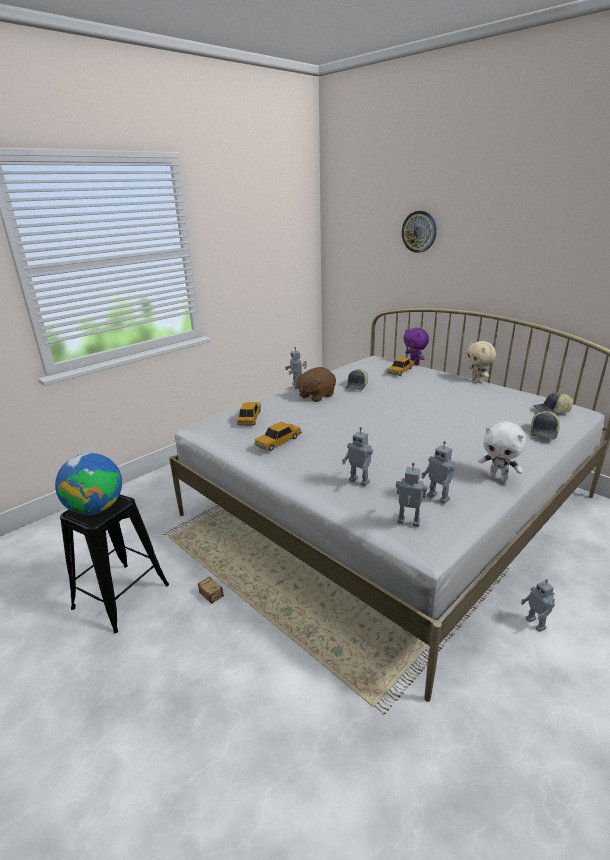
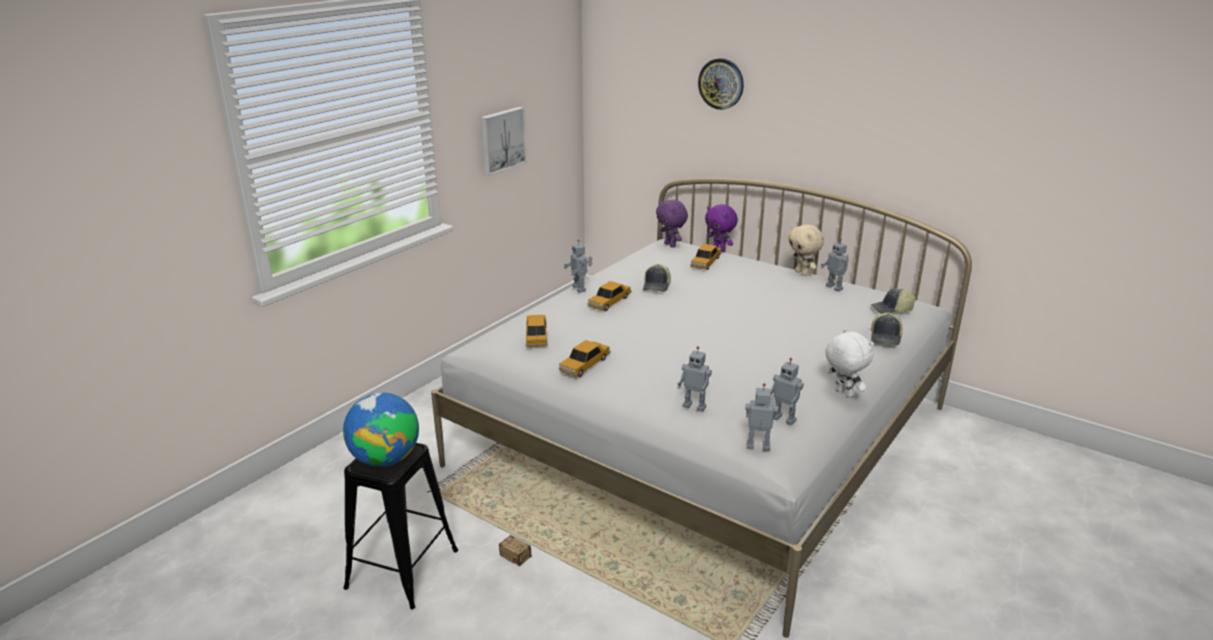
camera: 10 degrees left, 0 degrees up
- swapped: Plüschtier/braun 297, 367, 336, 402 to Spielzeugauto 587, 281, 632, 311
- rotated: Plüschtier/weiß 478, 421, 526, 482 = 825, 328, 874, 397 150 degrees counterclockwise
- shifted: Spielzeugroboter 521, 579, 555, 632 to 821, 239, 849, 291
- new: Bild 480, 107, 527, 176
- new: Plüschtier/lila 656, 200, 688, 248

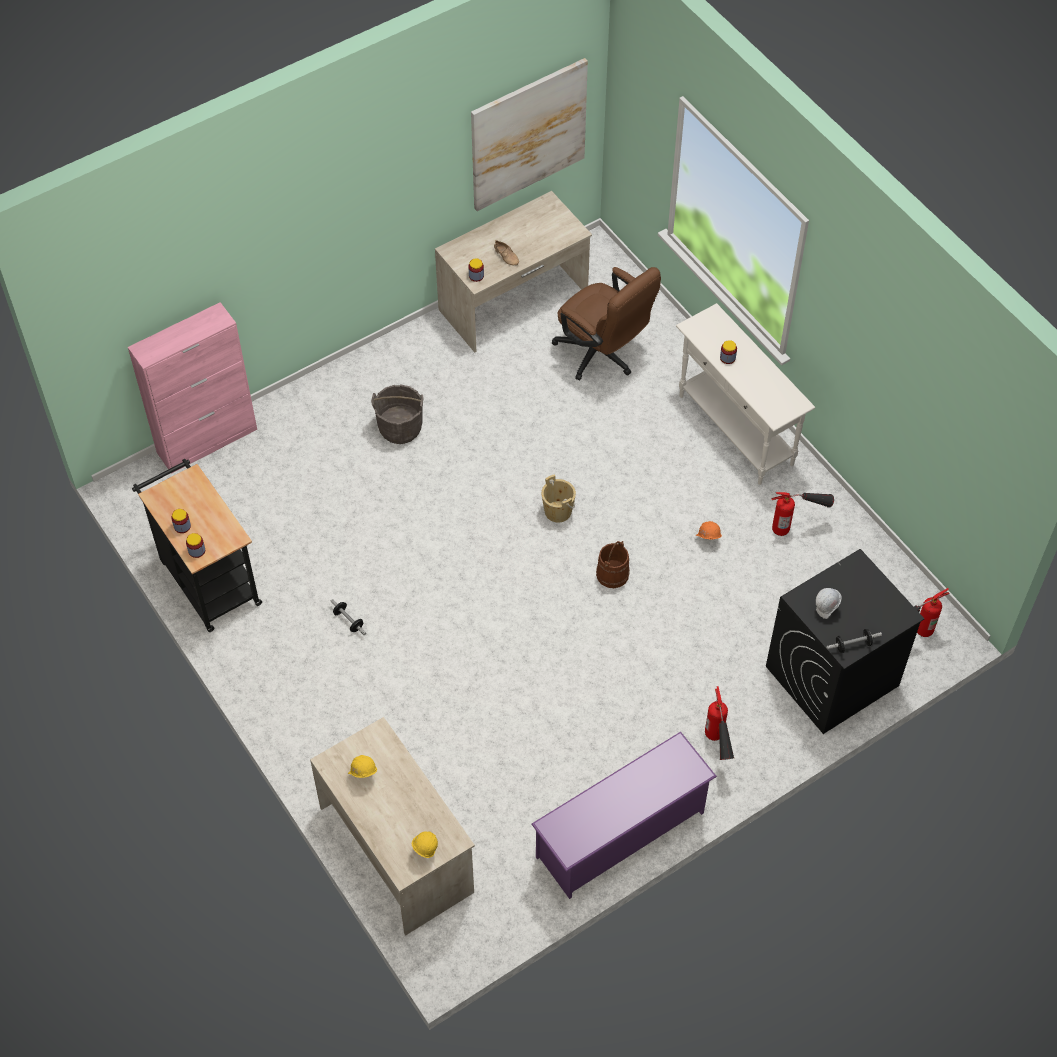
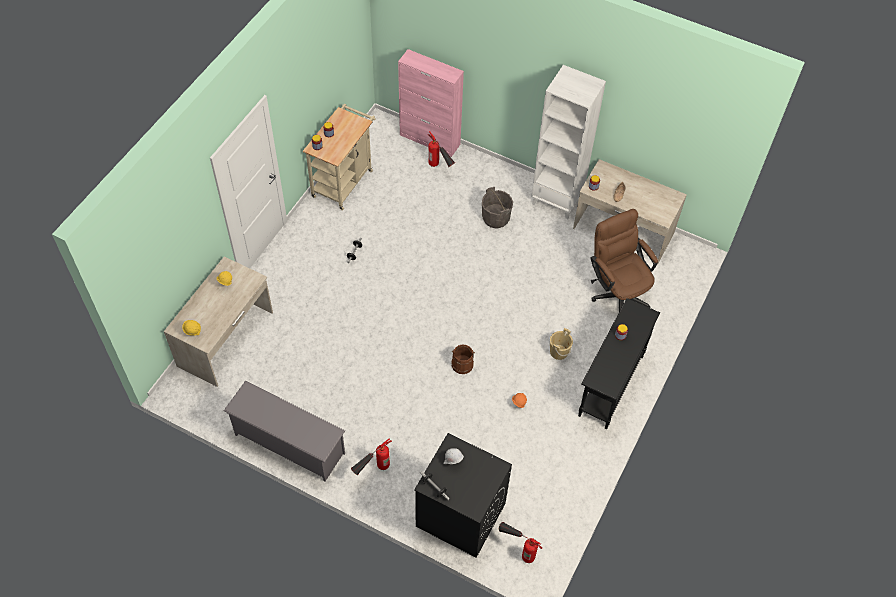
camera: 60 degrees right, 0 degrees up
- repainted: Rollwagen/schwarz 132, 459, 262, 632 to Rollwagen/beige 303, 104, 376, 210
- gone: Bild 471, 58, 588, 211
- repainted: Schuhregal/lila 532, 732, 717, 899 to Schuhregal/grau 224, 381, 345, 481
- shifted: Eimer/beige 541, 474, 576, 523 to 550, 328, 573, 360
- rotated: Bürostuhl/braun 552, 267, 661, 381 = 591, 209, 658, 312 135 degrees clockwise
- repainted: Konsolentisch/weiß 676, 303, 815, 485 to Konsolentisch/schwarz 578, 298, 660, 429
- shifted: Feuerlöscher 772, 492, 834, 536 to 428, 131, 455, 167
- new: Bücherregal/weiß 531, 65, 606, 219

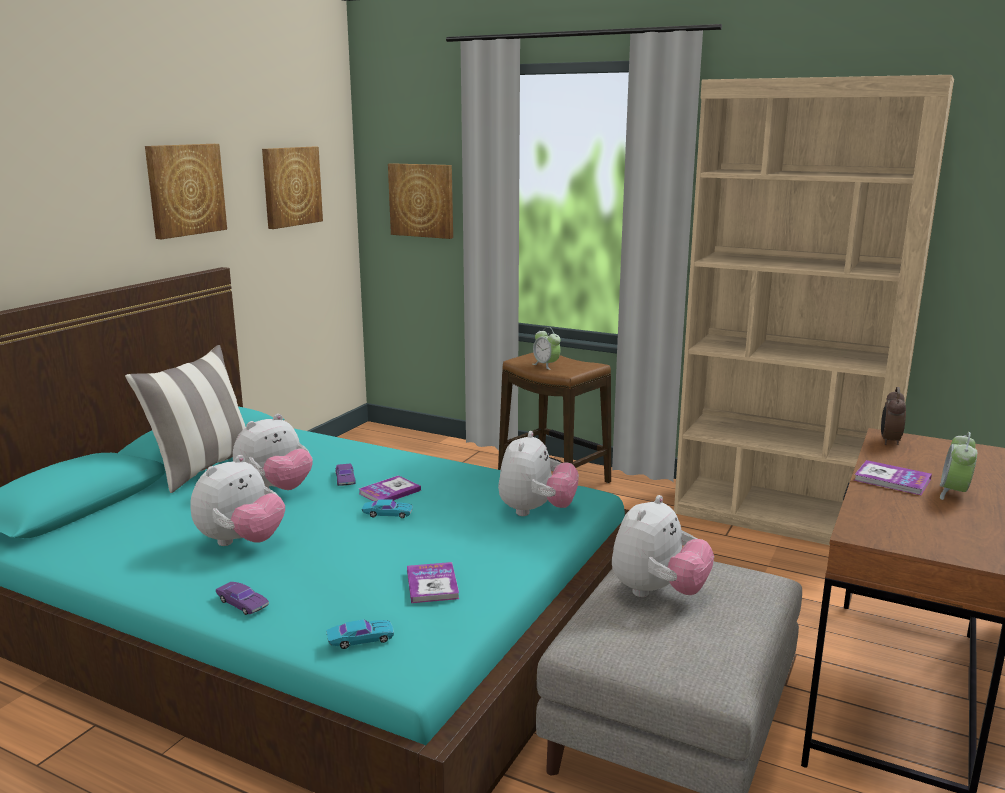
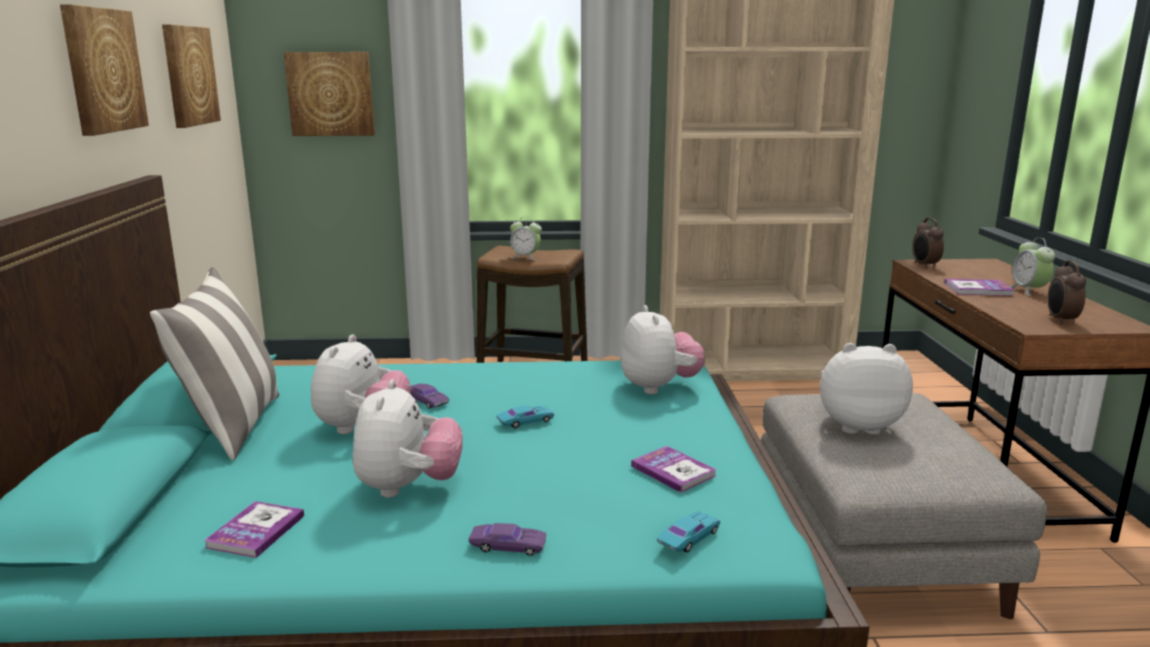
camera: 30 degrees left, 0 degrees up
- shifted: Buch 359, 475, 421, 501 to 204, 501, 304, 558
- rotated: Plüschtier 612, 495, 714, 597 = 820, 343, 913, 435 90 degrees counterclockwise
- new: Wecker 1047, 260, 1086, 324

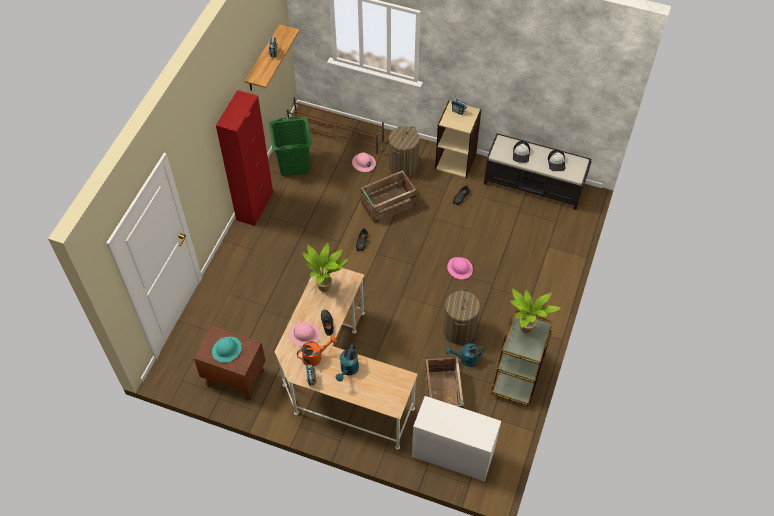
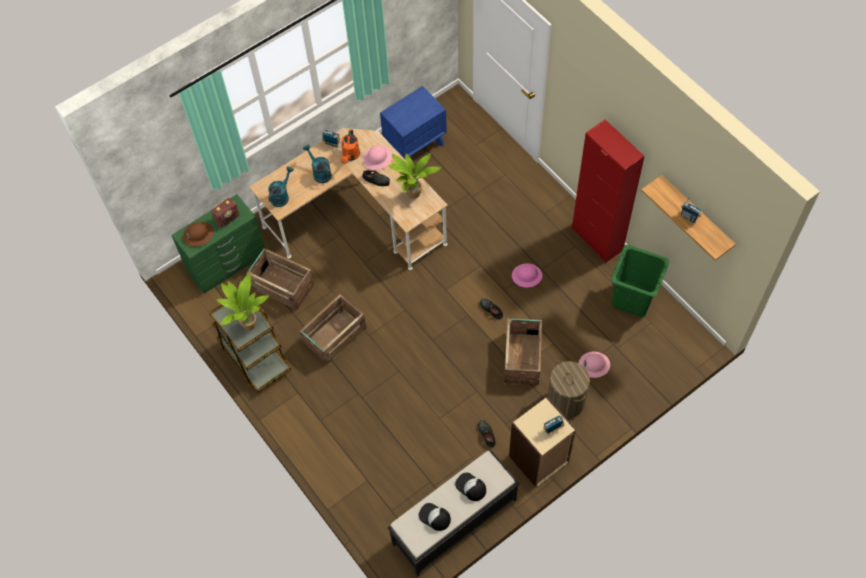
camera: 125 degrees right, 5 degrees up
- repainted: Nachttisch/braun 194, 326, 266, 400 to Nachttisch/blau 380, 86, 447, 159
- gone: Schutzhelm/türkis 212, 337, 242, 362
- gone: Schuhregal/braun 287, 97, 384, 154
- repainted: Kommode/weiß 412, 396, 501, 482 to Kommode/grün 171, 194, 265, 294
- swapped: Wäschekorb 443, 289, 480, 345 to Kiste 300, 294, 366, 365
- shifted: Gießkanne/türkis 445, 343, 484, 367 to 268, 167, 294, 207
- shifted: Schutzhelm/rosa 447, 257, 473, 279 to 512, 263, 542, 287
- new: Schutzhelm/braun 183, 222, 214, 247
- new: Radio 212, 198, 239, 228

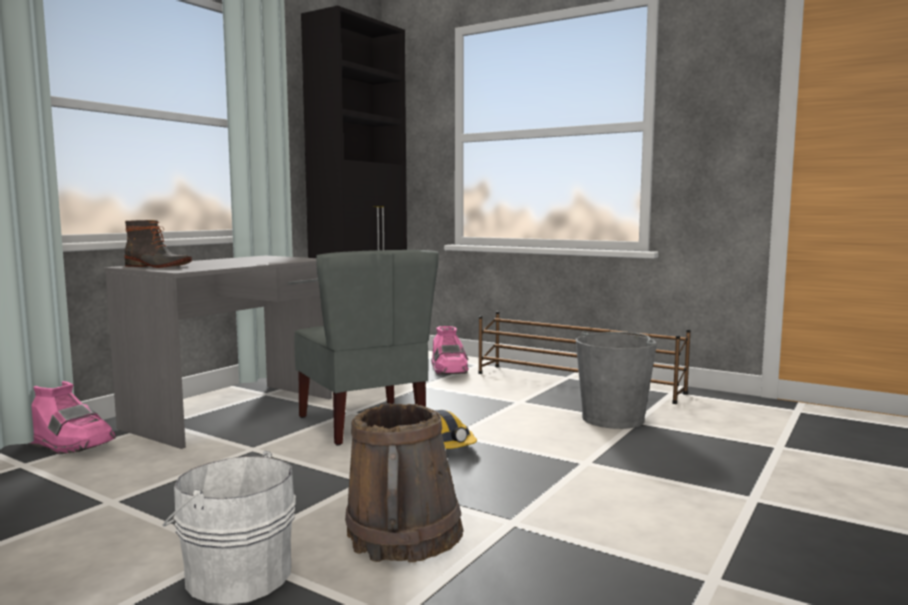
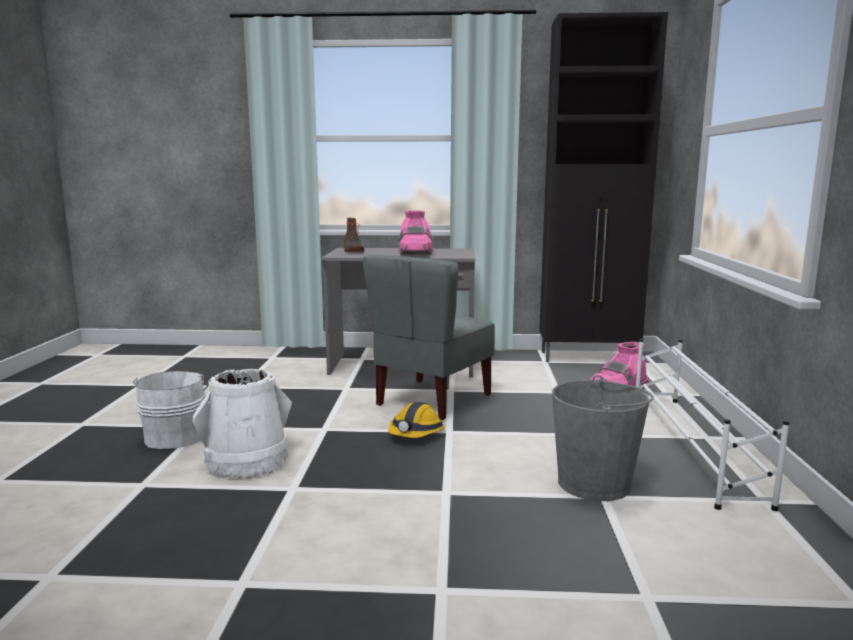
camera: 60 degrees right, 5 degrees up
- shifted: Stiefel/rosa 27, 381, 116, 454 to 399, 211, 433, 255
- repainted: Eimer/braun 345, 403, 464, 562 to Eimer/weiß 193, 369, 292, 478
- repainted: Schuhregal/braun 478, 311, 691, 404 to Schuhregal/weiß 636, 339, 790, 511

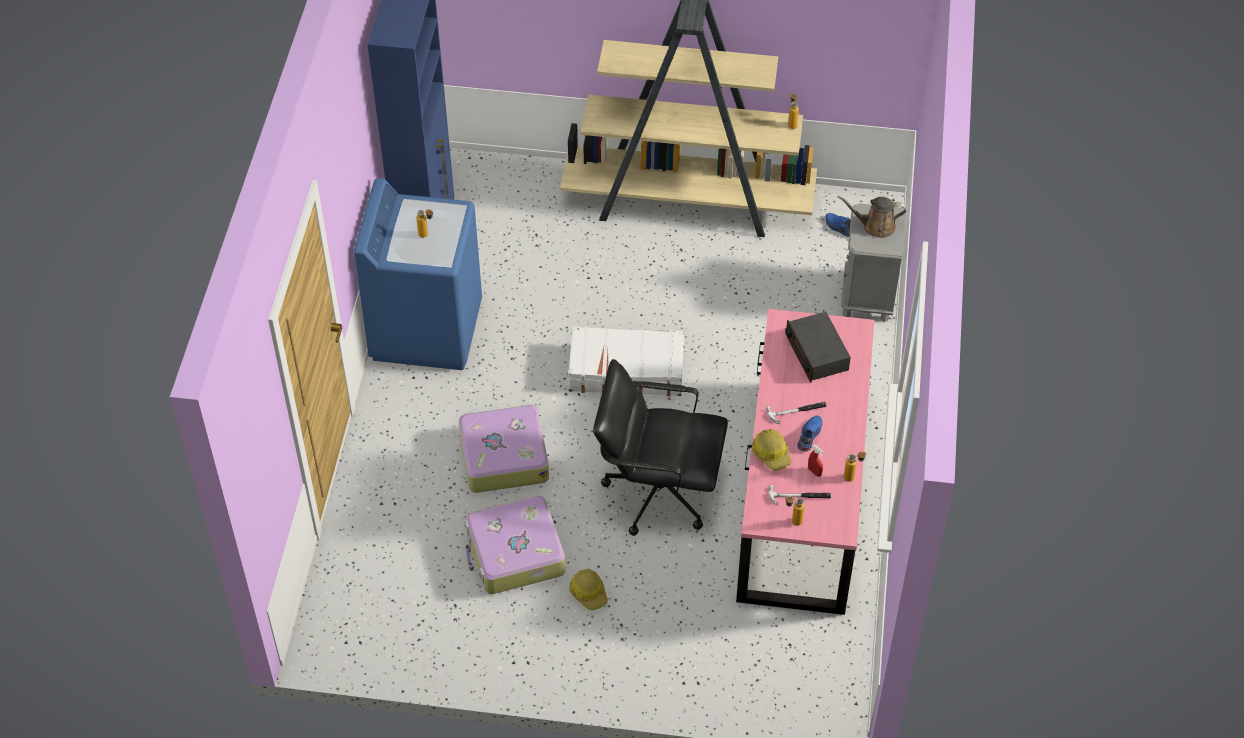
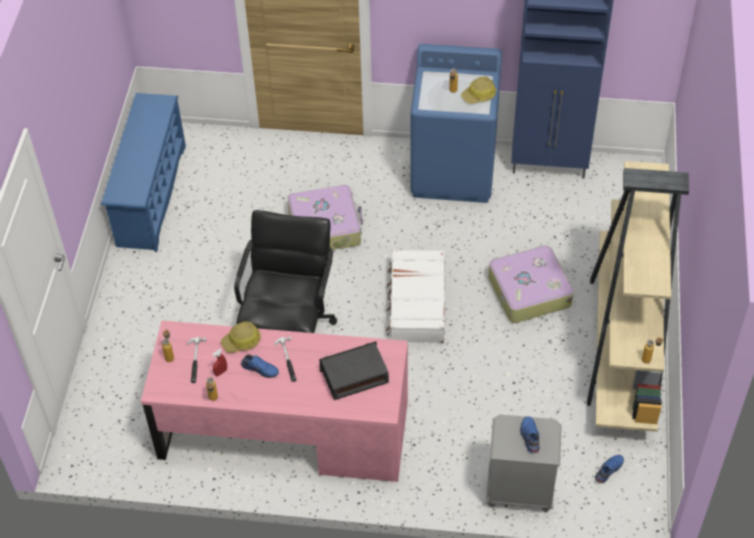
camera: 90 degrees right, 0 degrees up
- shifted: Koffer 465, 496, 565, 594 to 488, 245, 574, 323
- shifted: Schutzhelm 569, 569, 608, 611 to 461, 77, 496, 104
- swapped: Gießkanne/braun 838, 196, 906, 238 to Schuh/blau 520, 416, 540, 454
- new: Schuhregal/blau 101, 93, 186, 252

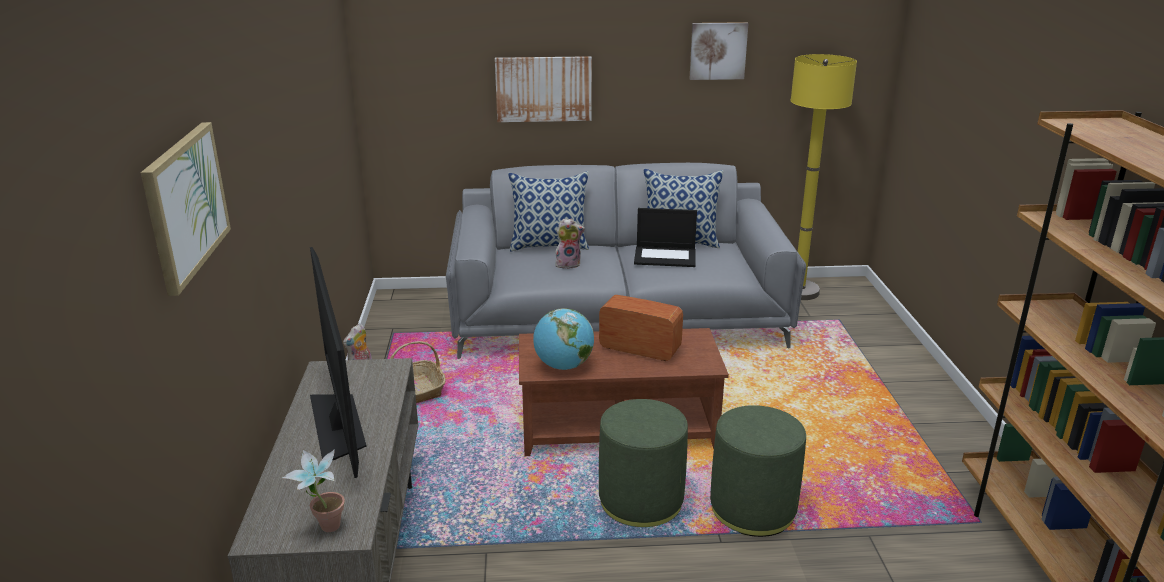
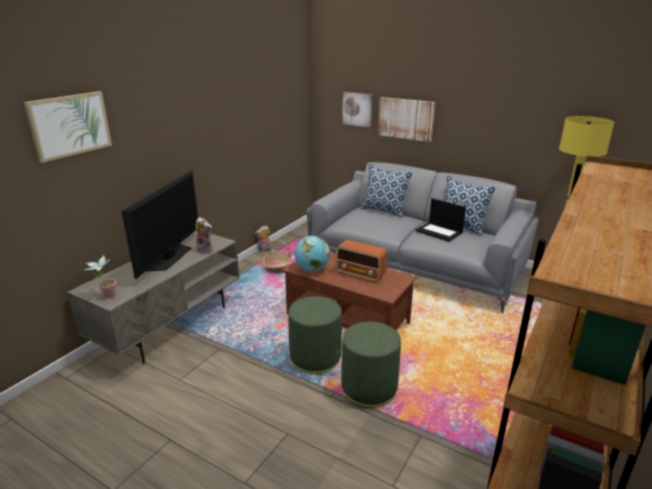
camera: 35 degrees right, 0 degrees up
- shifted: Plüschtier 555, 219, 585, 269 to 196, 217, 213, 254
- rotated: Radio 599, 295, 683, 361 = 336, 240, 387, 282 150 degrees clockwise
- shifted: Bild 689, 22, 749, 80 to 342, 92, 372, 127

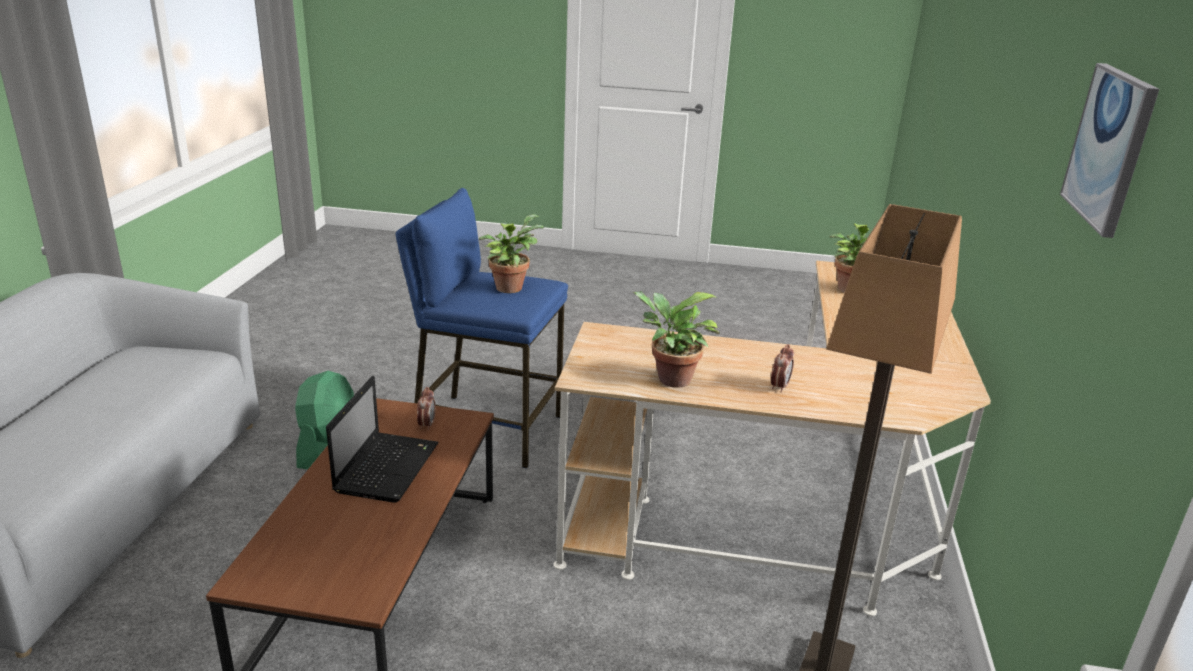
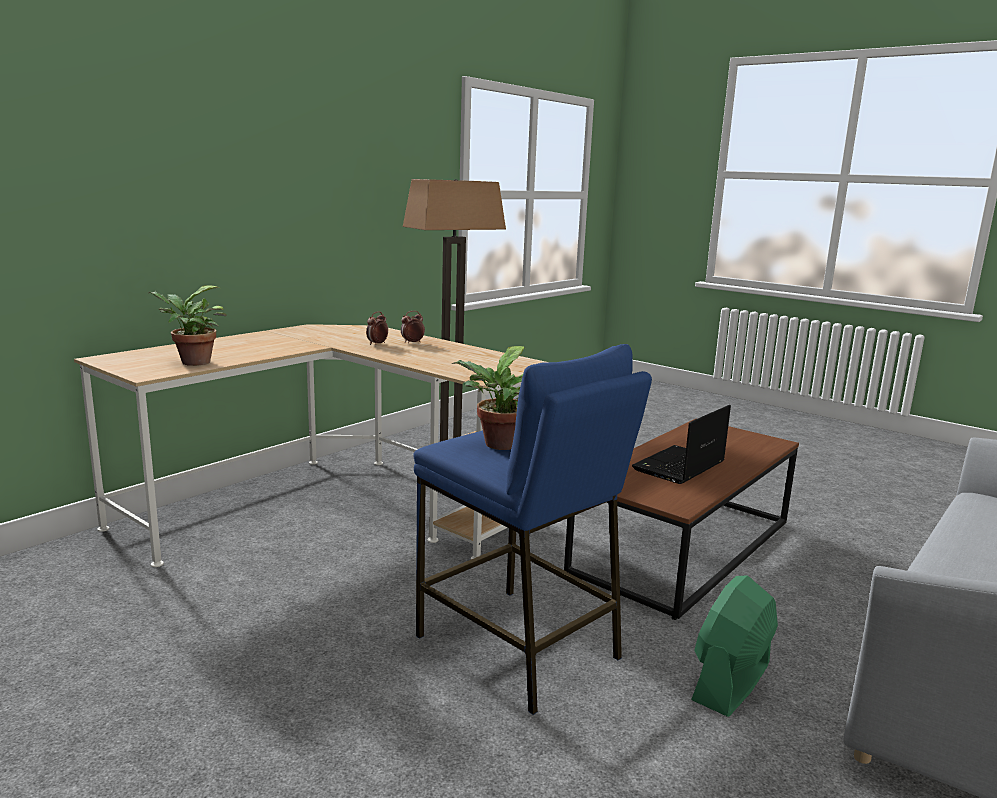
camera: 150 degrees left, 10 degrees down
- shifted: Wecker 417, 387, 435, 430 to 366, 311, 388, 345
- gone: Topfpflanze 633, 291, 720, 388
- gone: Bild 1060, 63, 1159, 238

